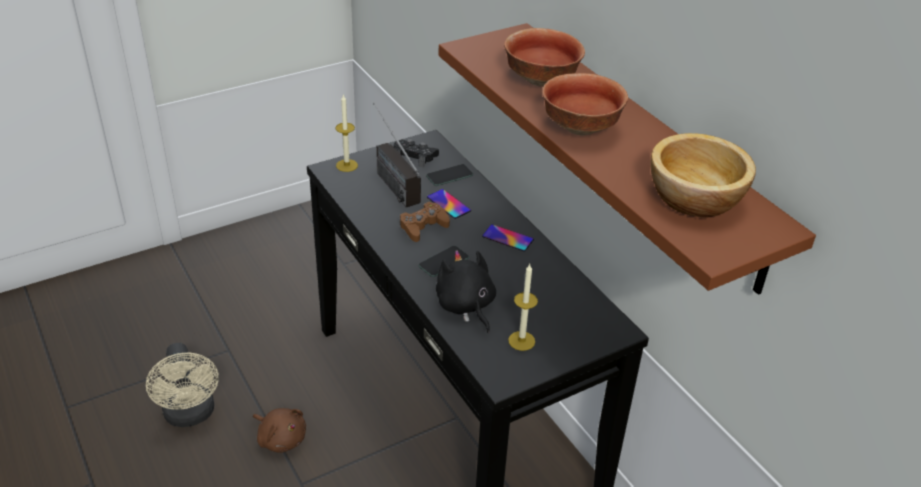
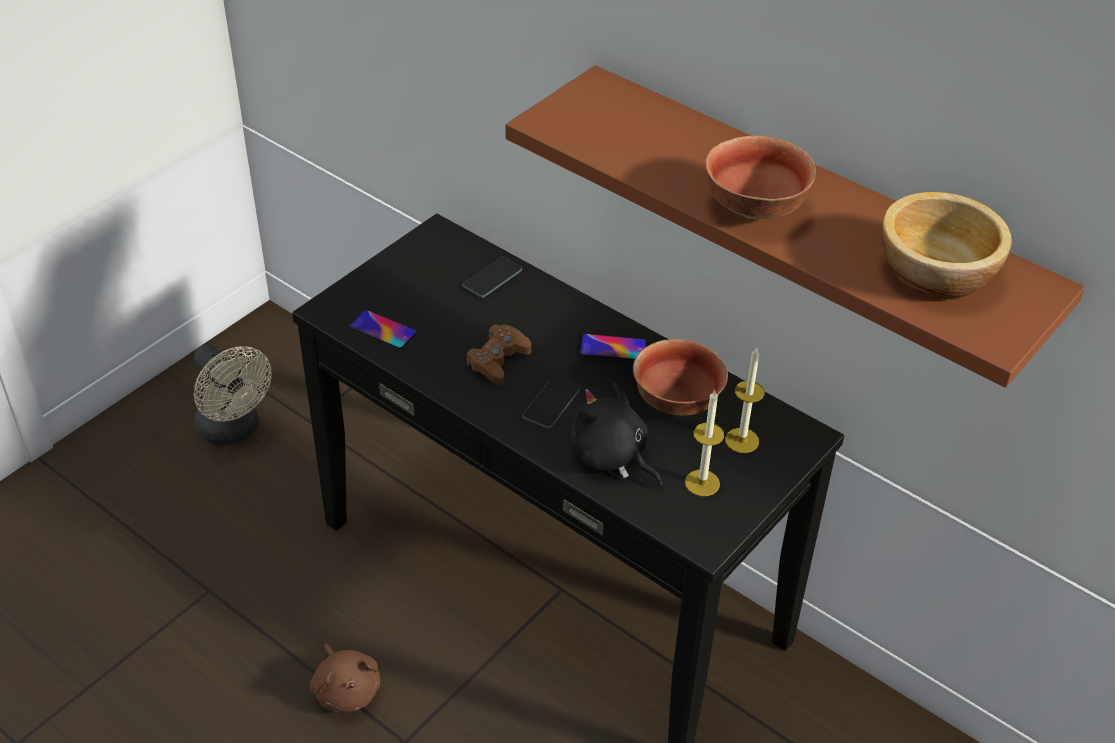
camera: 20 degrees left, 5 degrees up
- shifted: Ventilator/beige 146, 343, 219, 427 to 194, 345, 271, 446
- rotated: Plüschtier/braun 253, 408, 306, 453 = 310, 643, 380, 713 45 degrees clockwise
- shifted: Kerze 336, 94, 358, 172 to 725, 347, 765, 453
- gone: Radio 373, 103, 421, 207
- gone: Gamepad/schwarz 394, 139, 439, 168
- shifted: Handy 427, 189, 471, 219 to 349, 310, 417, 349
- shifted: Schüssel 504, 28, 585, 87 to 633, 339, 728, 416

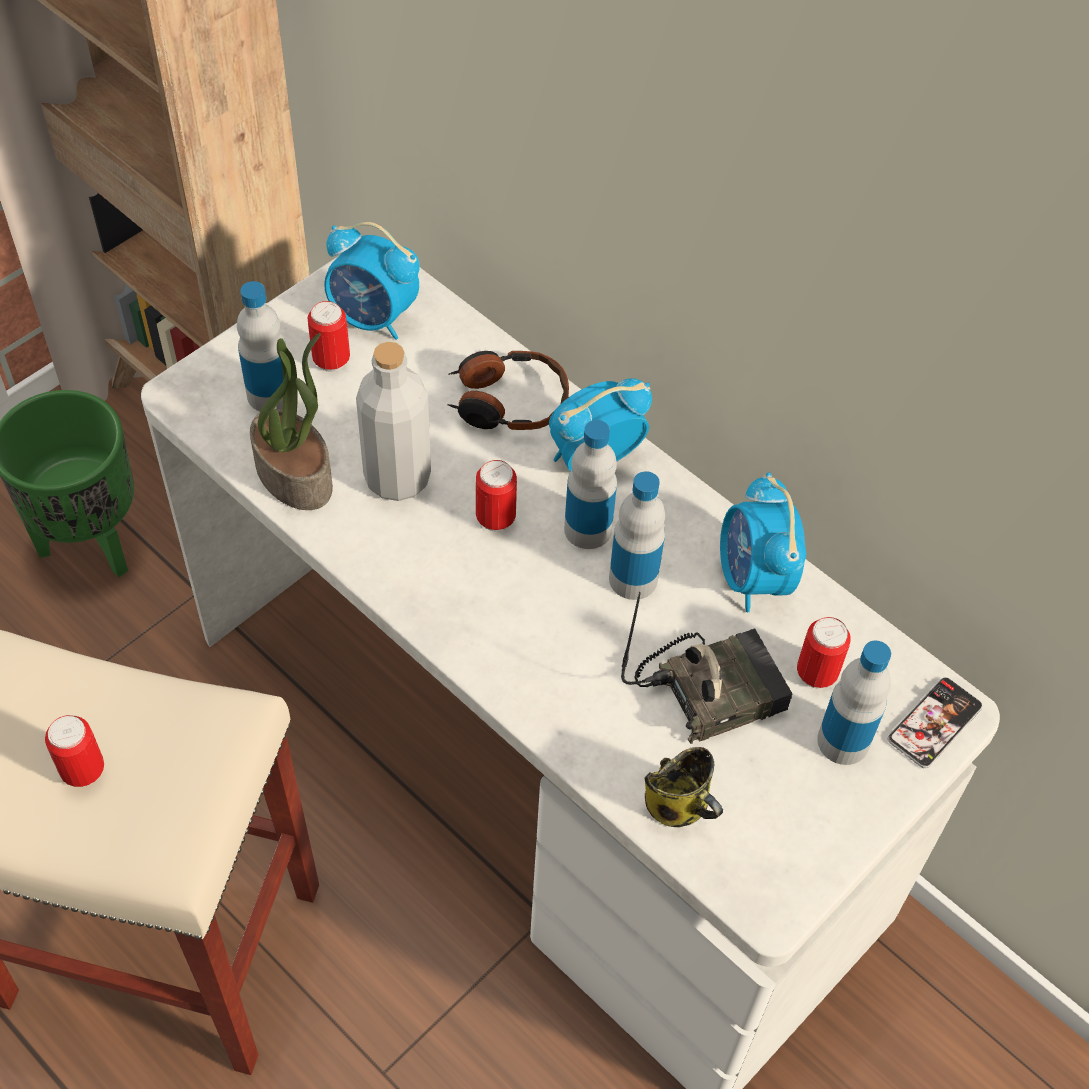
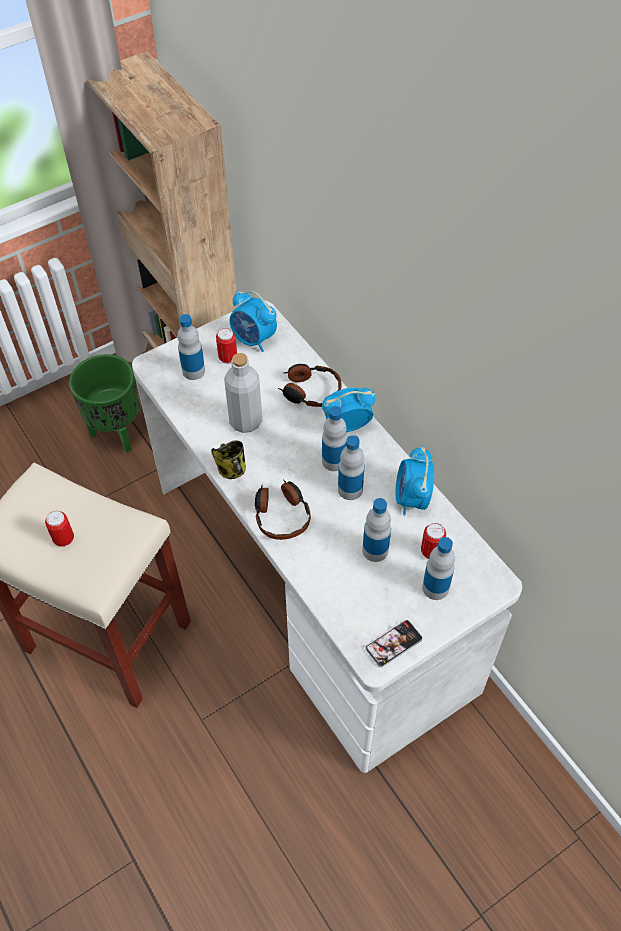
camera: 15 degrees right, 0 degrees up
- gone: Topfpflanze 250, 333, 333, 510
- gone: Dose 476, 460, 517, 532
- swapped: Radio 621, 592, 793, 744 to Flasche 362, 498, 391, 562
- shifted: Henkelbecher 644, 747, 723, 827 to 211, 440, 246, 479
- shifted: Handy 888, 678, 983, 768 to 365, 620, 423, 667
- new: Kopfhörer 255, 479, 311, 540

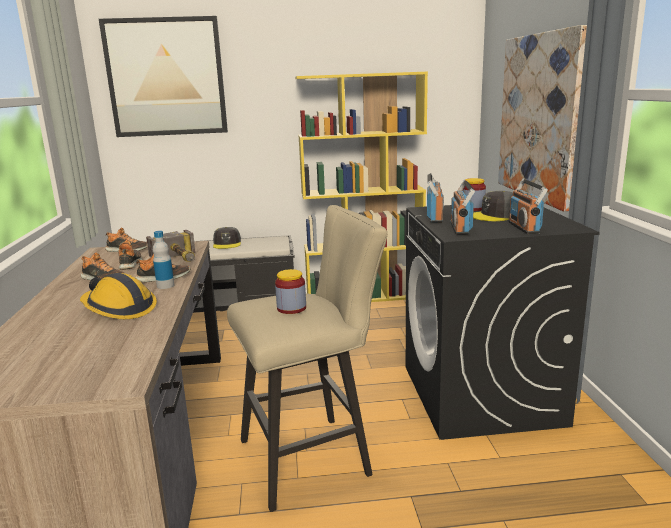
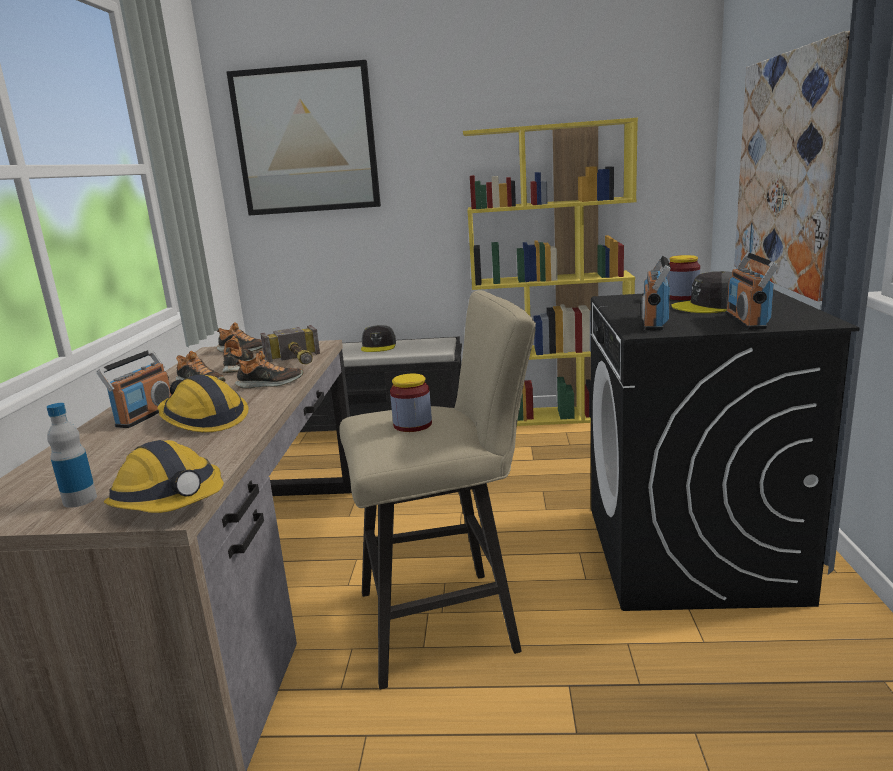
camera: 10 degrees right, 0 degrees up
- shifted: Flasche 153, 231, 174, 289 to 47, 403, 97, 508
- shifted: Radio 427, 173, 444, 223 to 96, 349, 171, 428
- new: Schutzhelm 104, 440, 224, 513

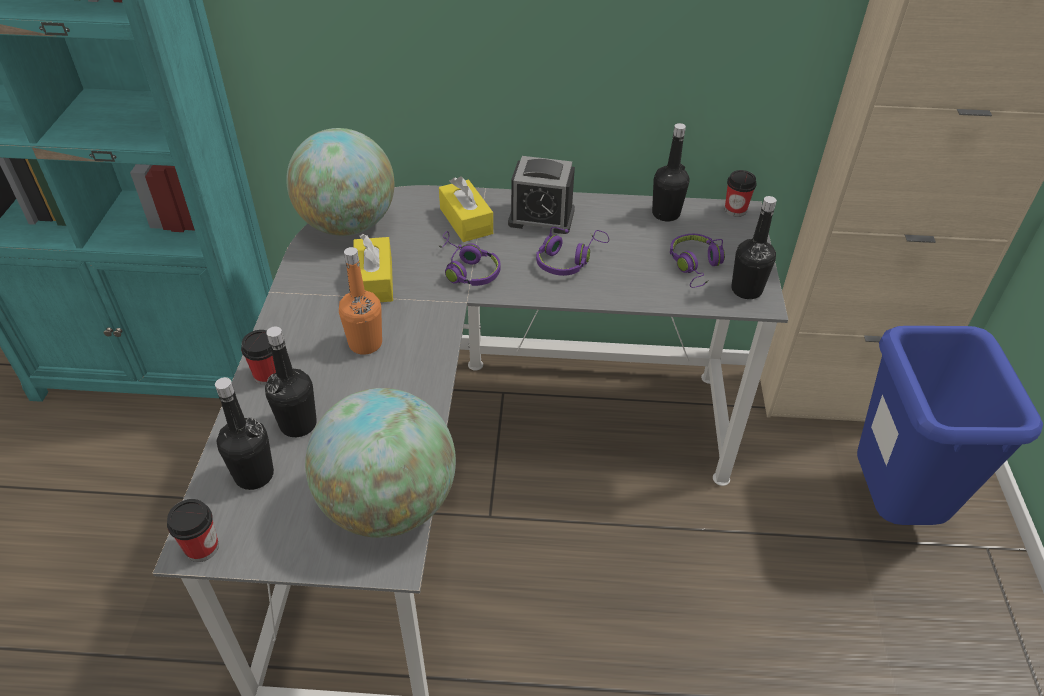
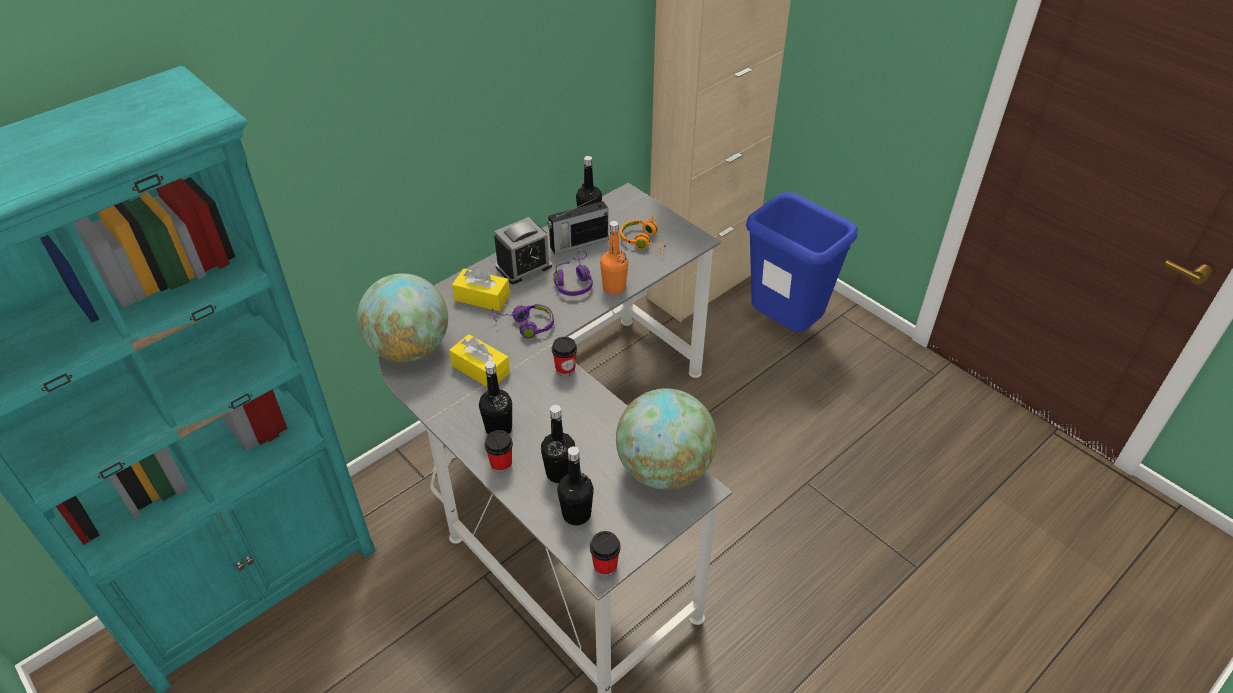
camera: 45 degrees left, 0 degrees up
- shifted: Flasche/orange 339, 247, 382, 355 to 600, 221, 629, 295
- repainted: Kopfhörer/lila 670, 234, 725, 288 to Kopfhörer/orange 620, 216, 666, 254
- shifted: Tasse 725, 170, 757, 217 to 552, 337, 577, 376
- shifted: Flasche/schwarz 731, 196, 777, 299 to 479, 361, 512, 434
- new: Radio 547, 197, 608, 254

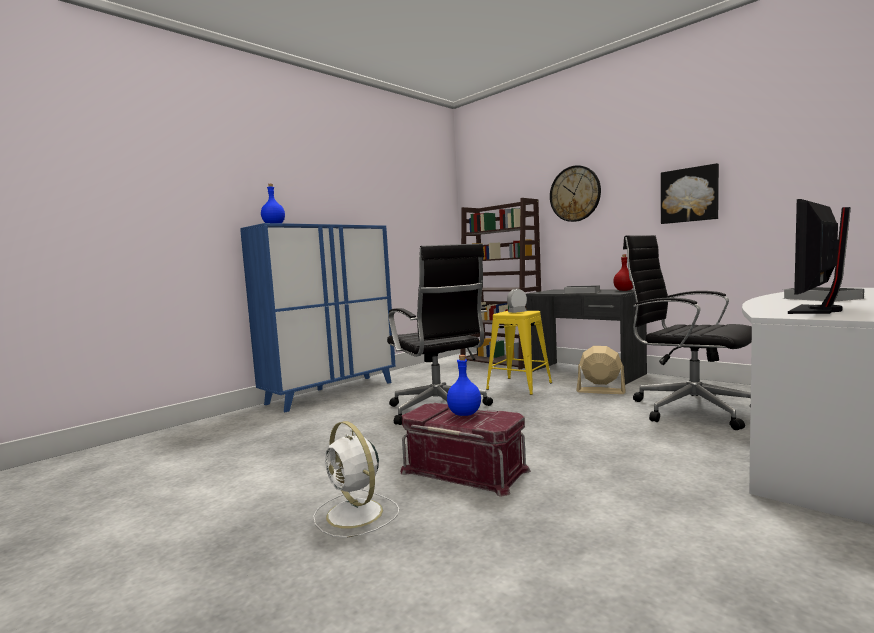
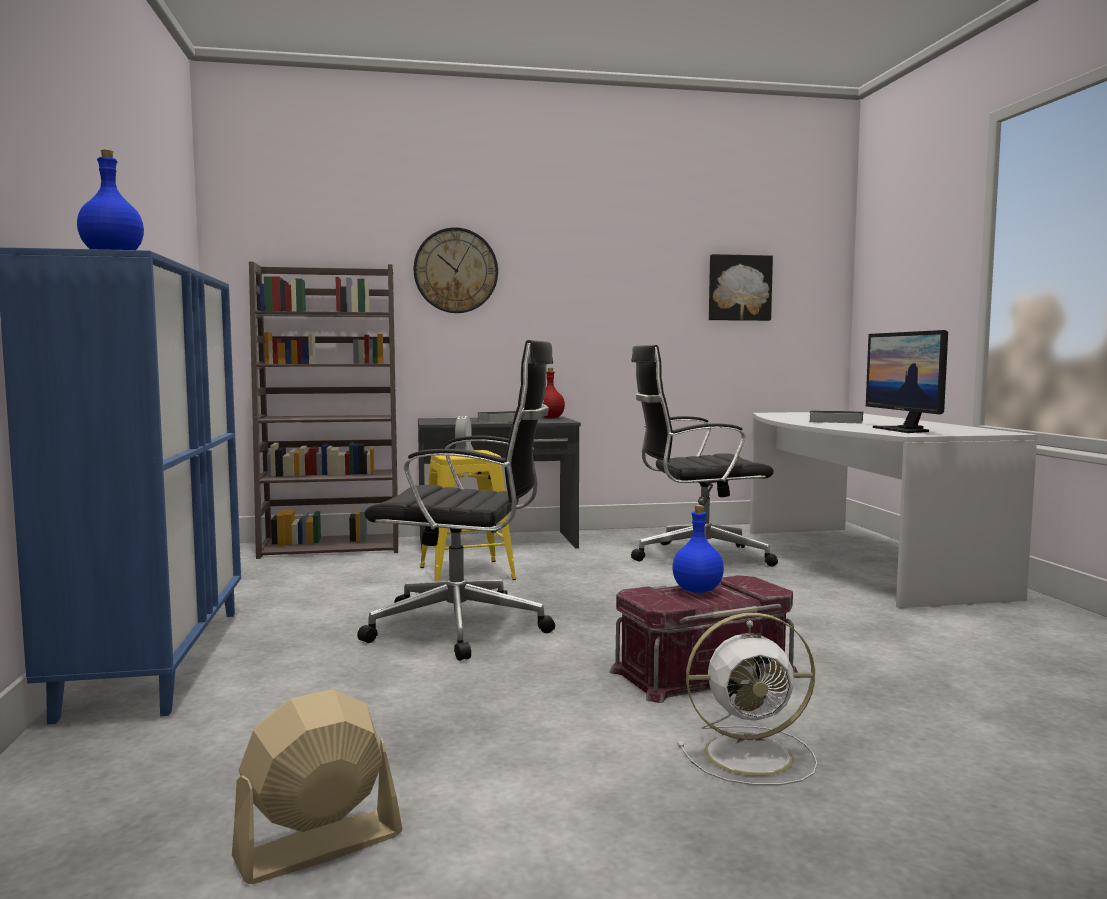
camera: 55 degrees left, 0 degrees up
- shifted: Ventilator/beige 576, 346, 625, 394 to 232, 690, 403, 884
- shifted: Bild 661, 163, 719, 224 to 709, 254, 773, 321

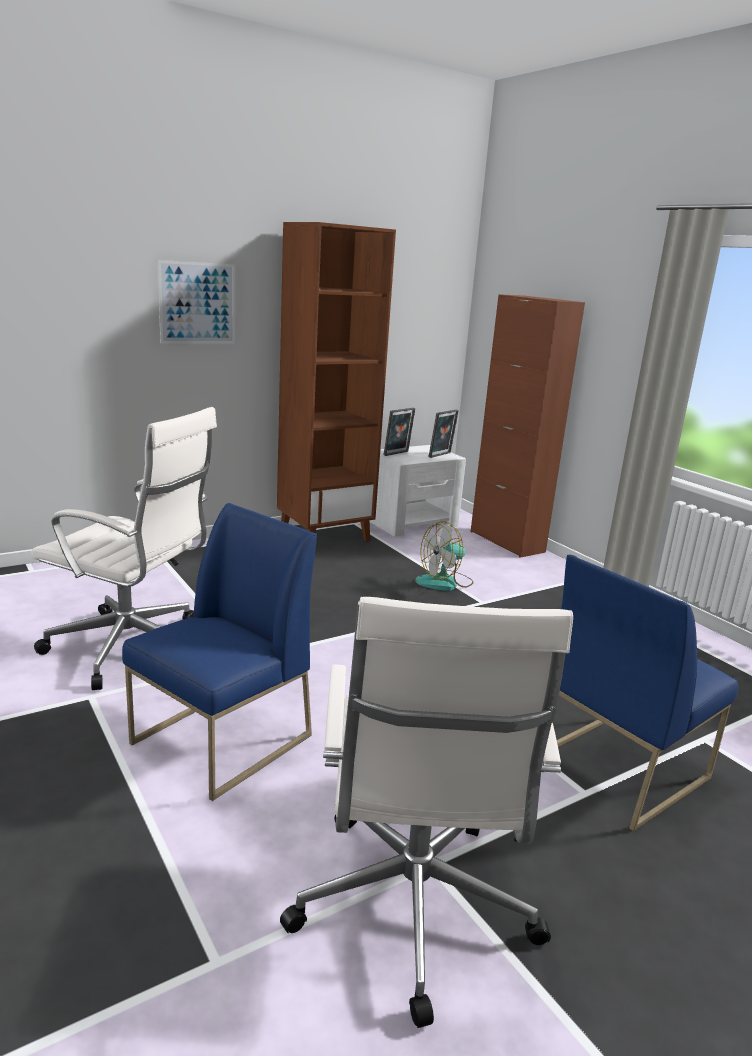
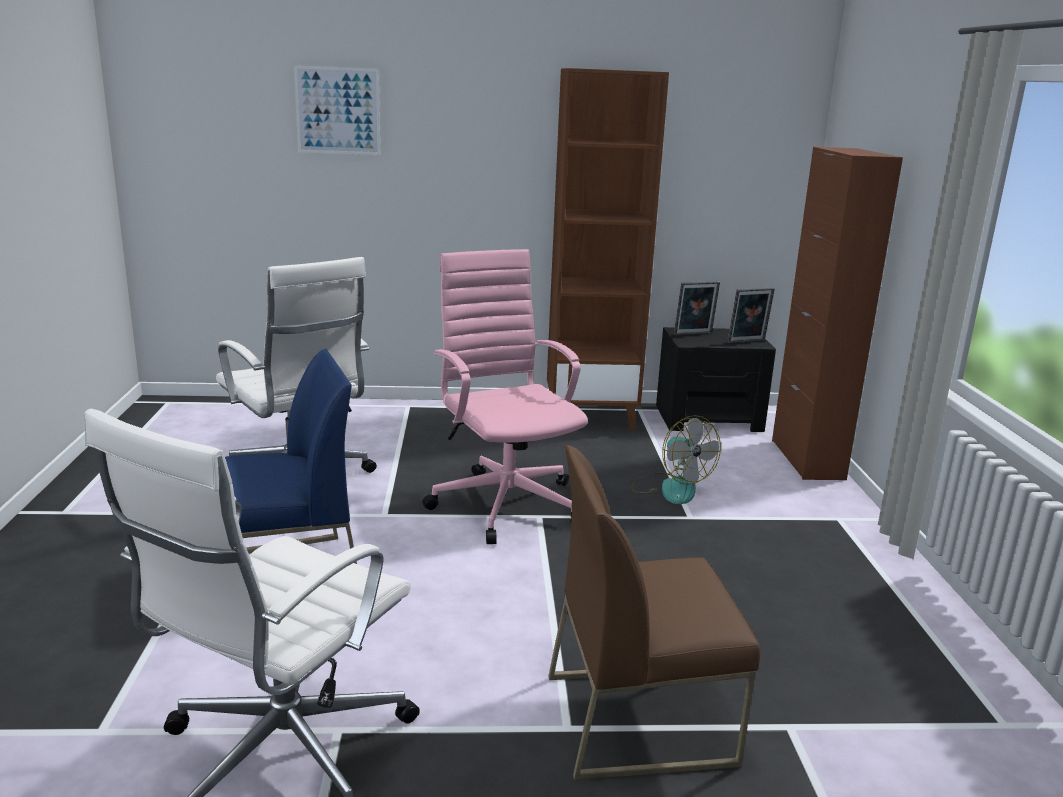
camera: 30 degrees right, 0 degrees up
- shifted: Bild 158, 260, 235, 344 to 294, 65, 380, 155
- repainted: Nachttisch/weiß 369, 445, 466, 537 to Nachttisch/schwarz 656, 327, 776, 432
- rotated: Ventilator 415, 521, 474, 591 = 631, 415, 721, 504 120 degrees counterclockwise
- repainted: Stuhl/blau 557, 555, 738, 831 to Stuhl/braun 548, 445, 760, 780
- new: Bürostuhl/rosa 422, 249, 588, 544

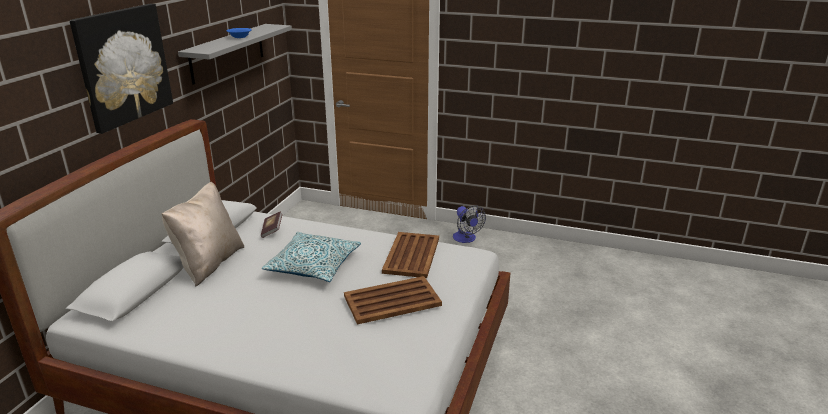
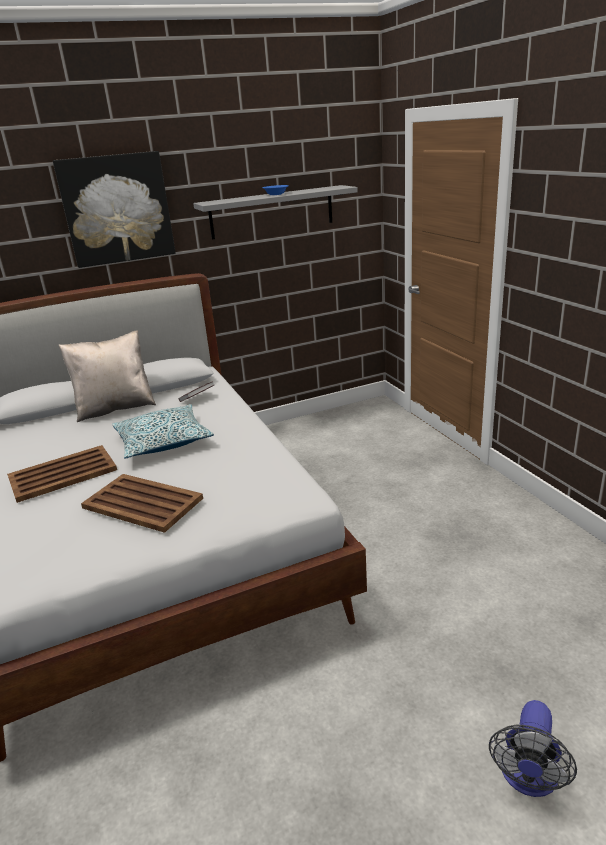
camera: 50 degrees right, 0 degrees up
- shifted: Tablett/braun 382, 232, 439, 278 to 7, 445, 117, 503
- shifted: Ventilator 453, 206, 486, 243 to 489, 700, 577, 797

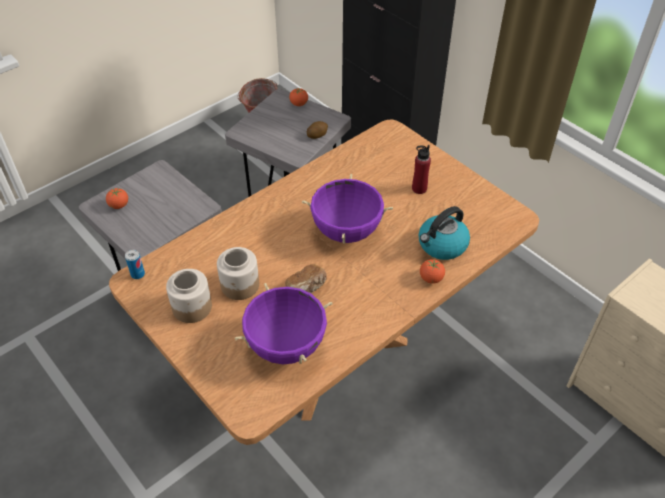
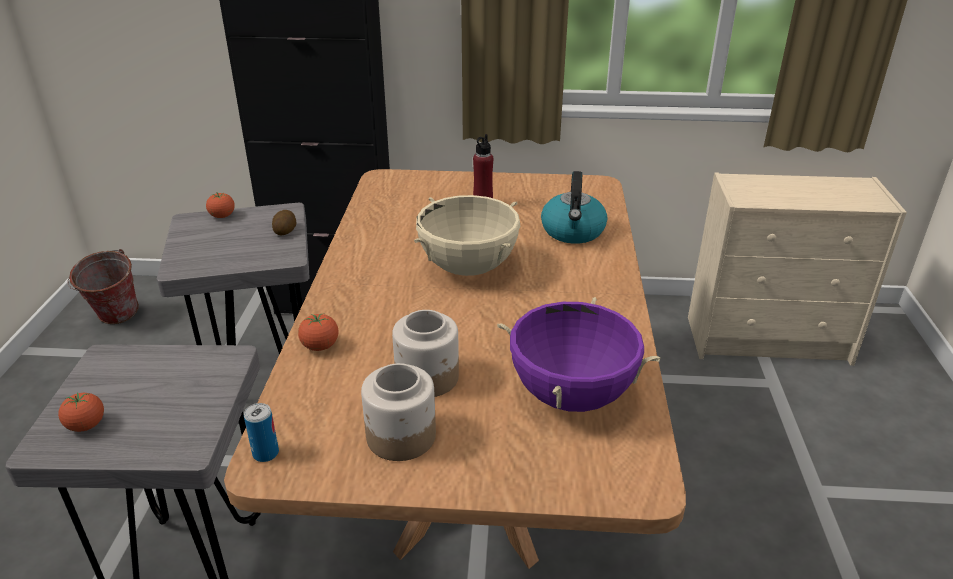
camera: 45 degrees left, 15 degrees down
- gone: Brot 285, 264, 327, 294
- repainted: Kochtopf/lila 302, 174, 393, 244 to Kochtopf/beige 414, 195, 520, 276
- shifted: Tomate 420, 259, 445, 284 to 298, 314, 338, 351

